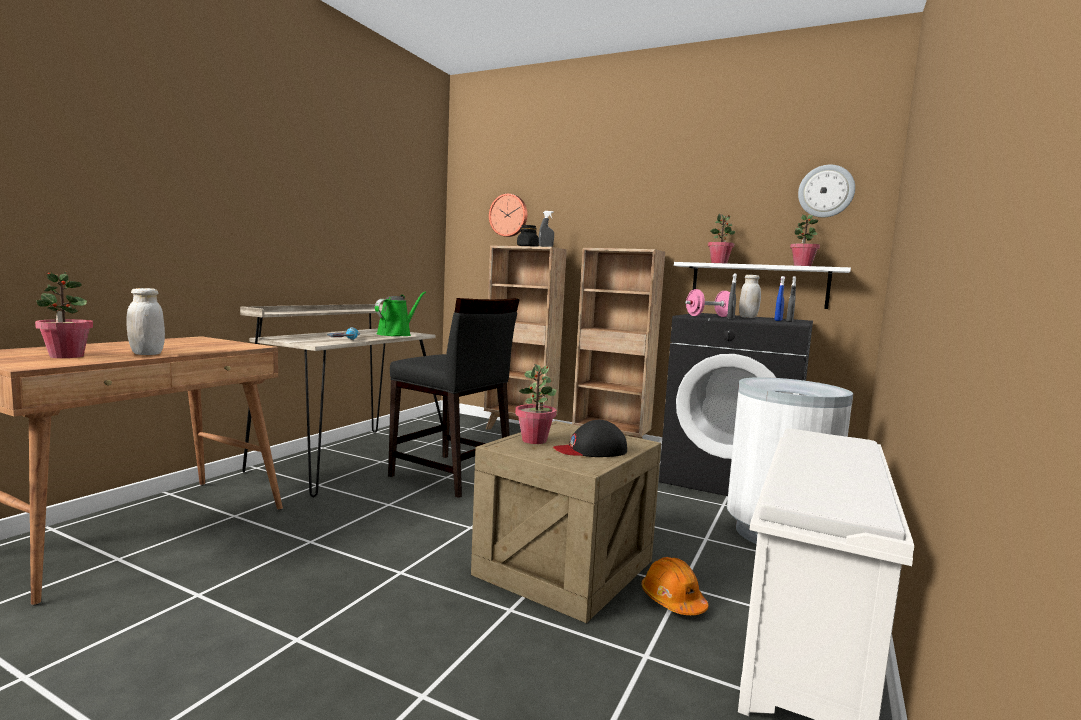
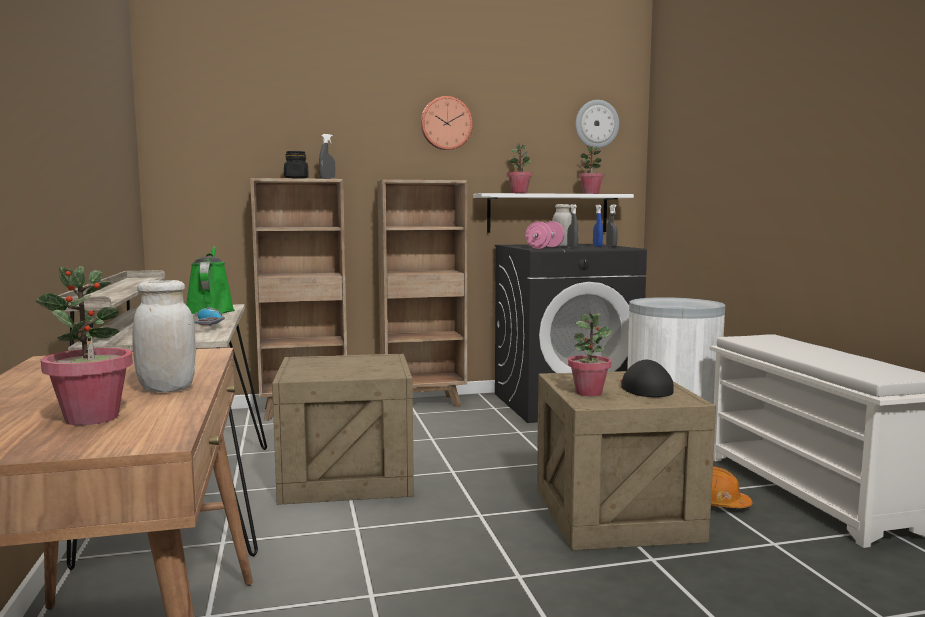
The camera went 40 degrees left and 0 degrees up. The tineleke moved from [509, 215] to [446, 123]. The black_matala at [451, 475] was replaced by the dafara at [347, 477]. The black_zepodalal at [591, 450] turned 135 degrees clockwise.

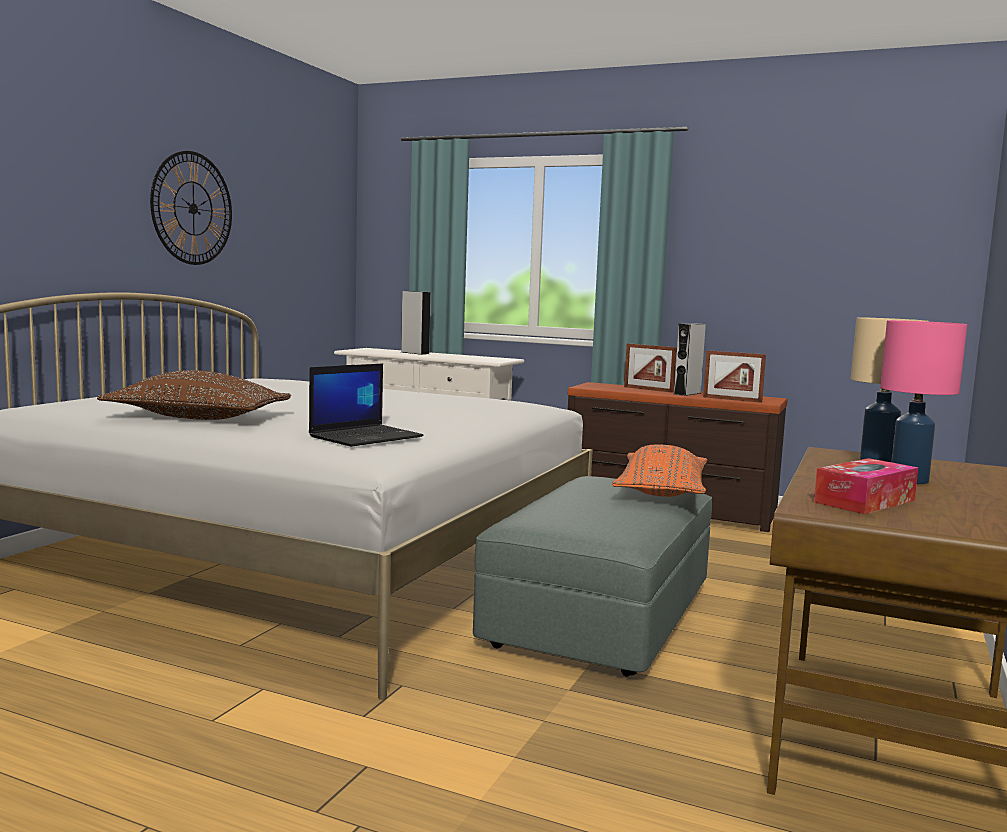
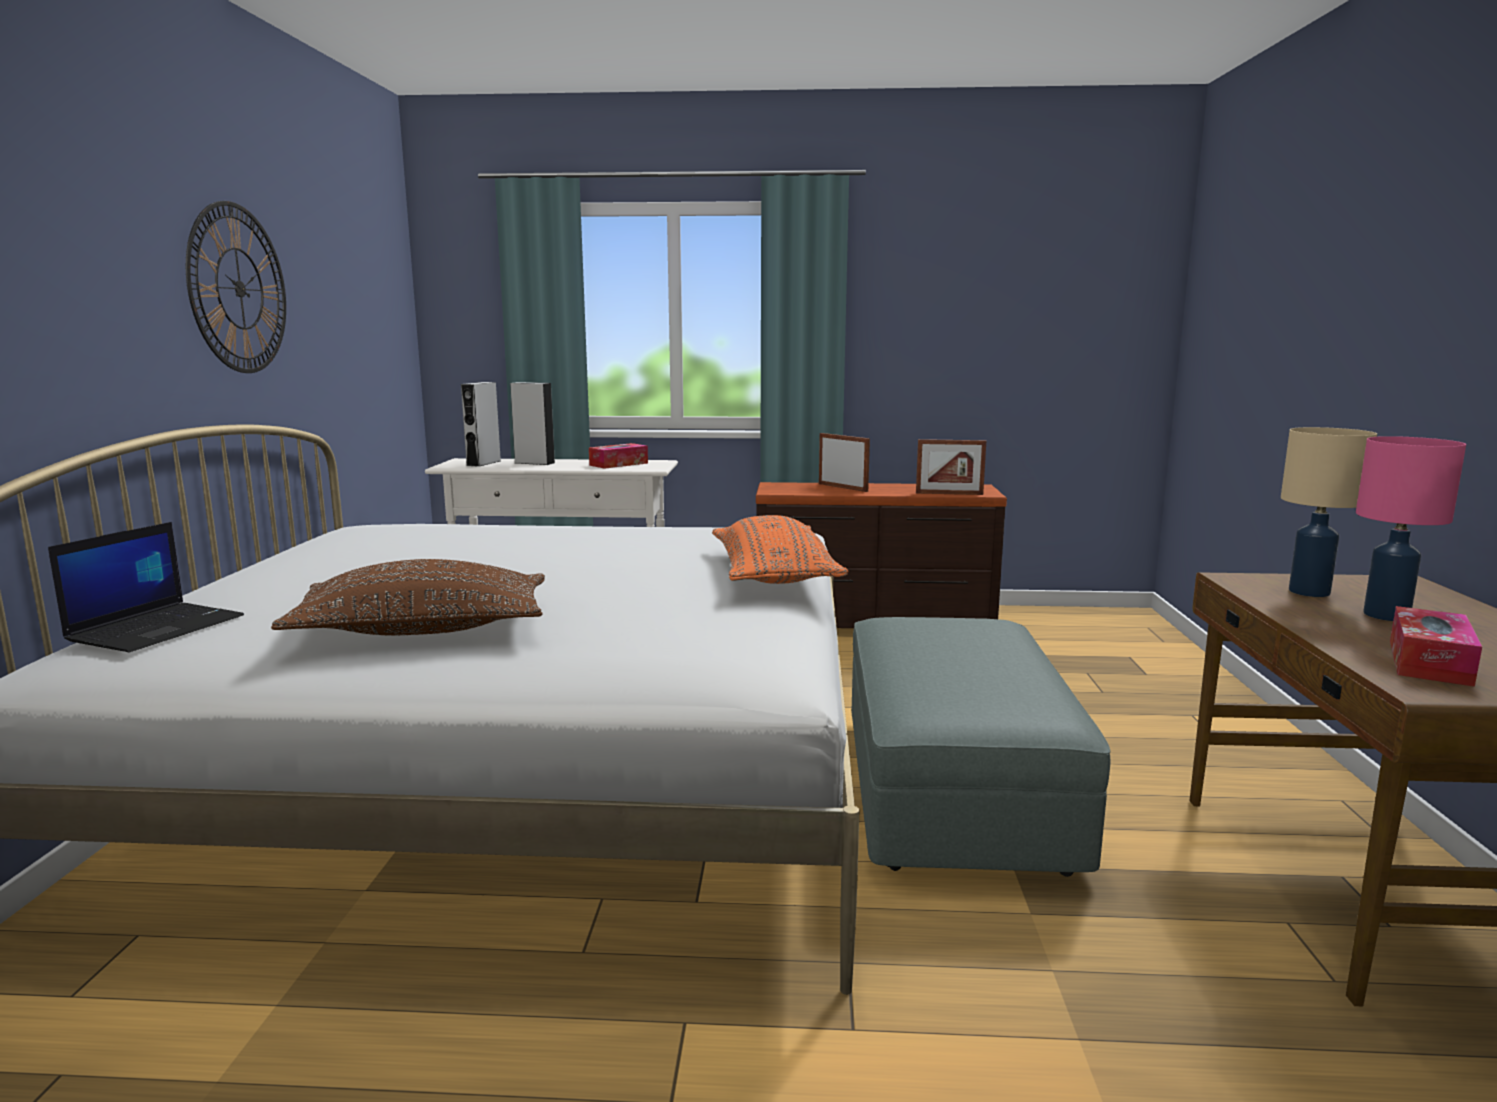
The camera went 20 degrees left and 5 degrees up. The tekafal at [618, 464] appeared. The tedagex moved from [366, 436] to [157, 628]. The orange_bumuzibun moved from [661, 491] to [773, 575]. The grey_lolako moved from [687, 393] to [483, 463]. The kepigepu at [648, 389] turned 150 degrees counterclockwise.

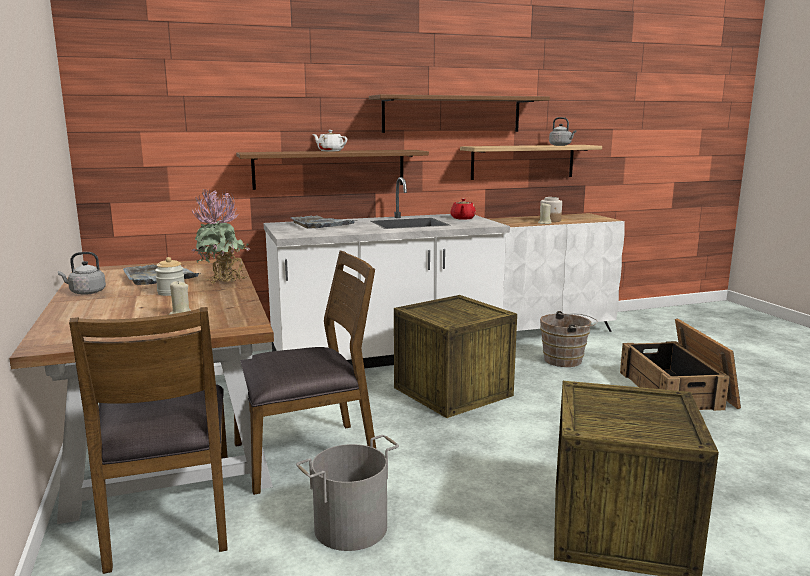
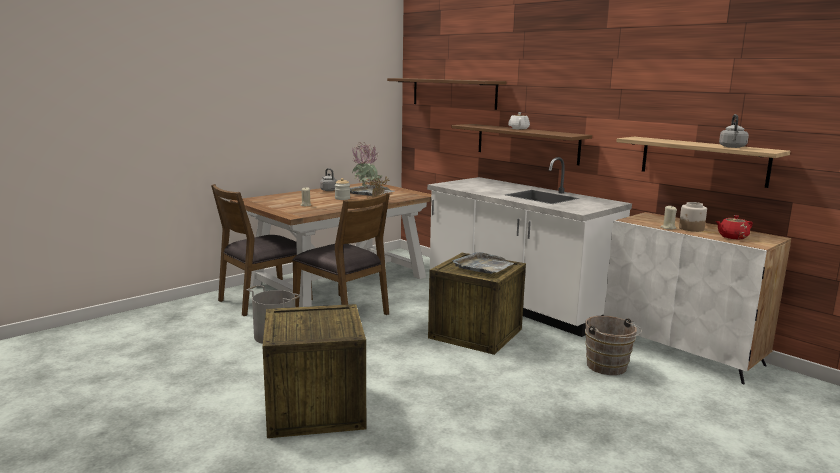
The camera went 65 degrees right and 0 degrees up. The dafara at [677, 389] disappeared. The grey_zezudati moved from [321, 224] to [483, 266]. The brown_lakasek moved from [452, 114] to [453, 93]. The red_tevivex moved from [462, 218] to [732, 237].

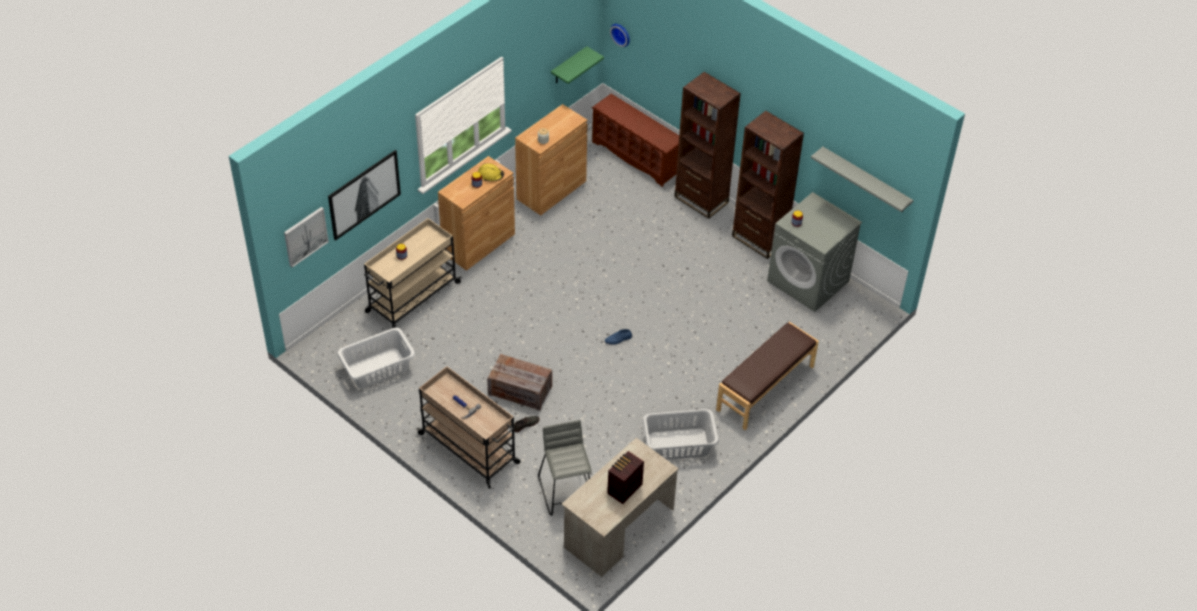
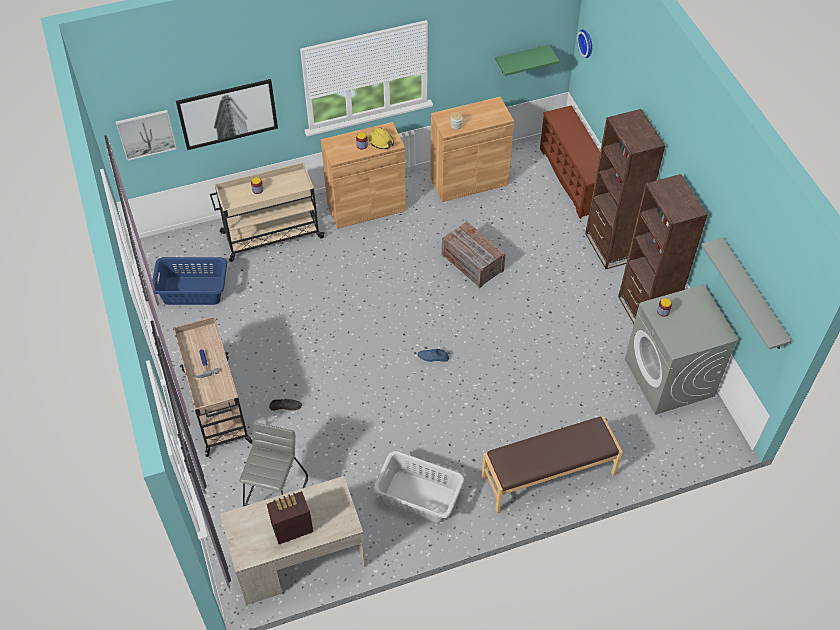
The camera went 30 degrees right and 5 degrees up. The dafara moved from [520, 390] to [472, 263]. The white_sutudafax at [377, 368] became the blue_sutudafax at [193, 290].

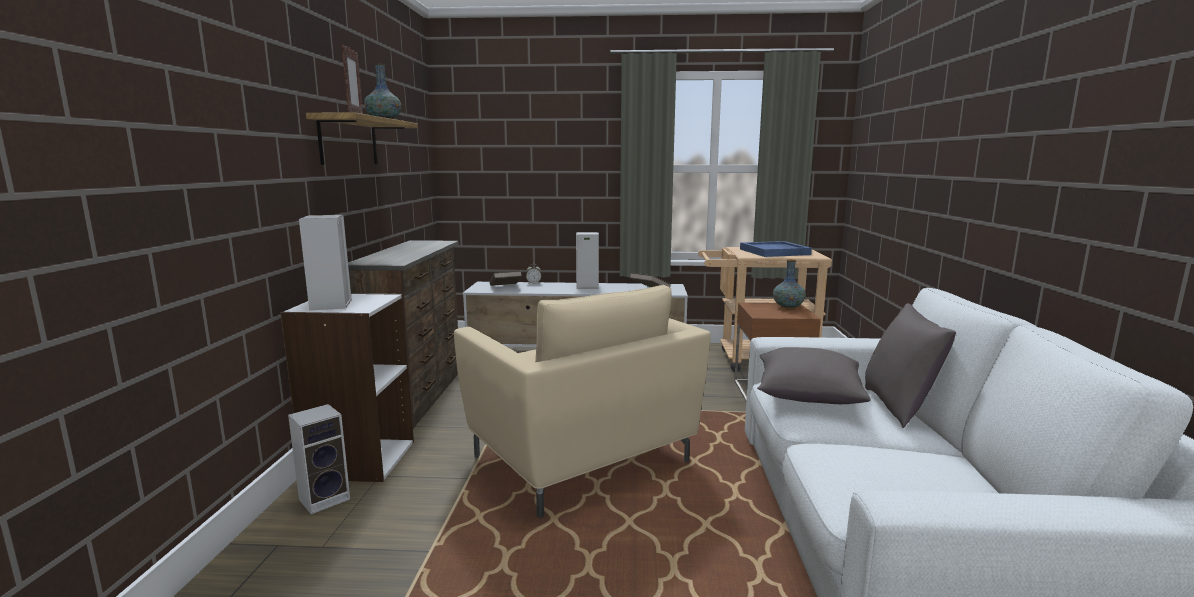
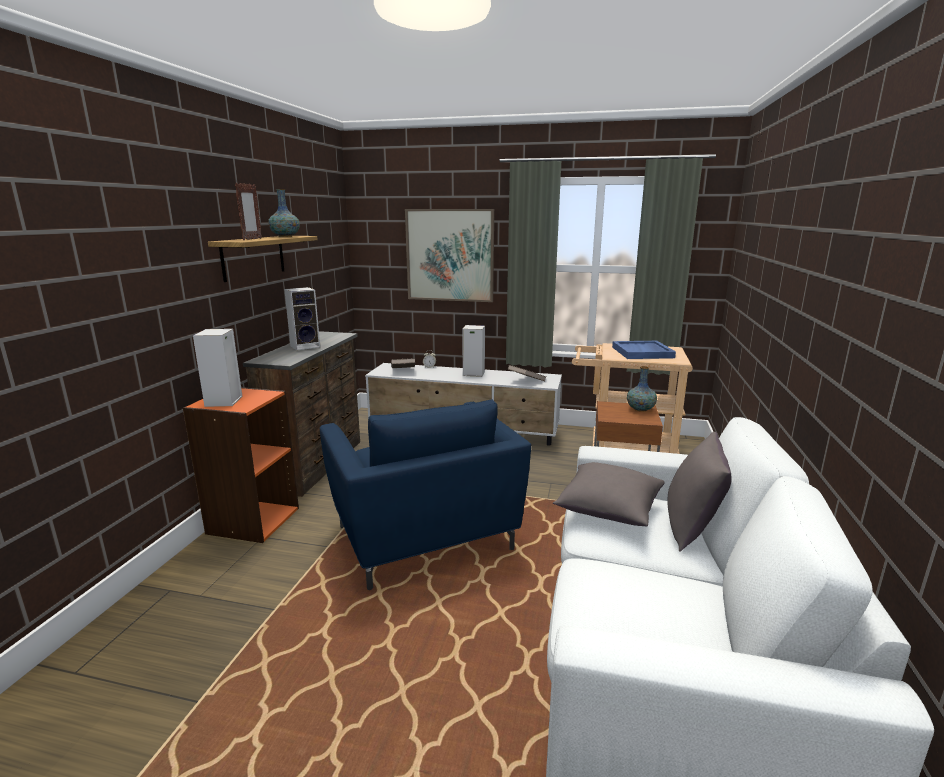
The camera went 10 degrees right and 5 degrees up. The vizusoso at [450, 255] appeared. The lolako moved from [326, 498] to [306, 346]. The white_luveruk at [359, 459] became the orange_luveruk at [253, 520]. The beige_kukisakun at [582, 461] became the blue_kukisakun at [424, 540].

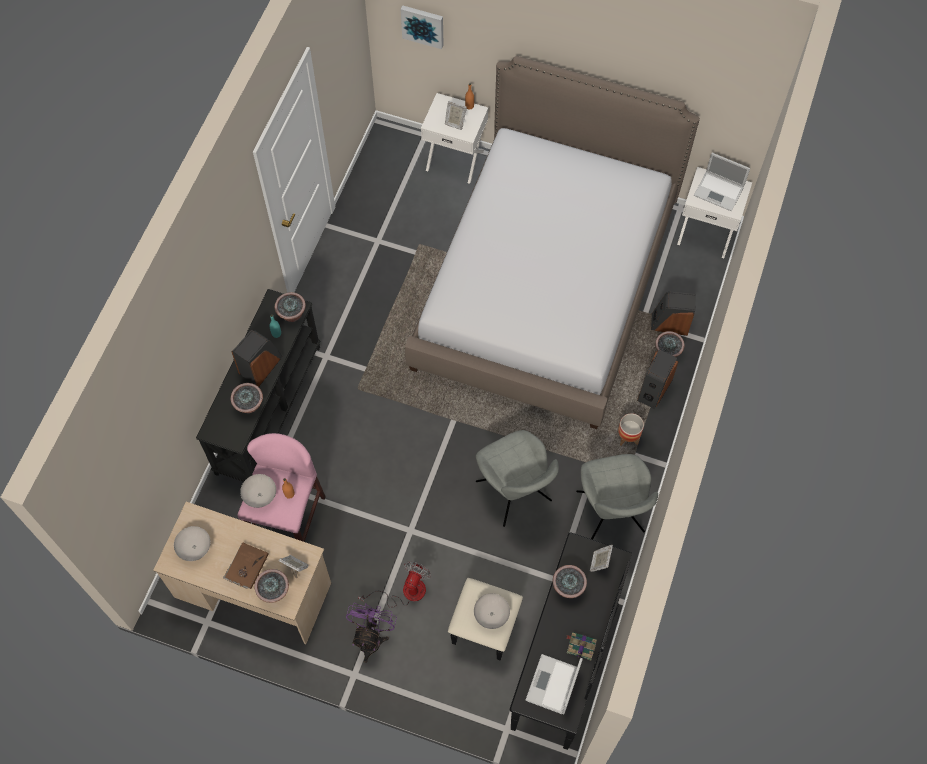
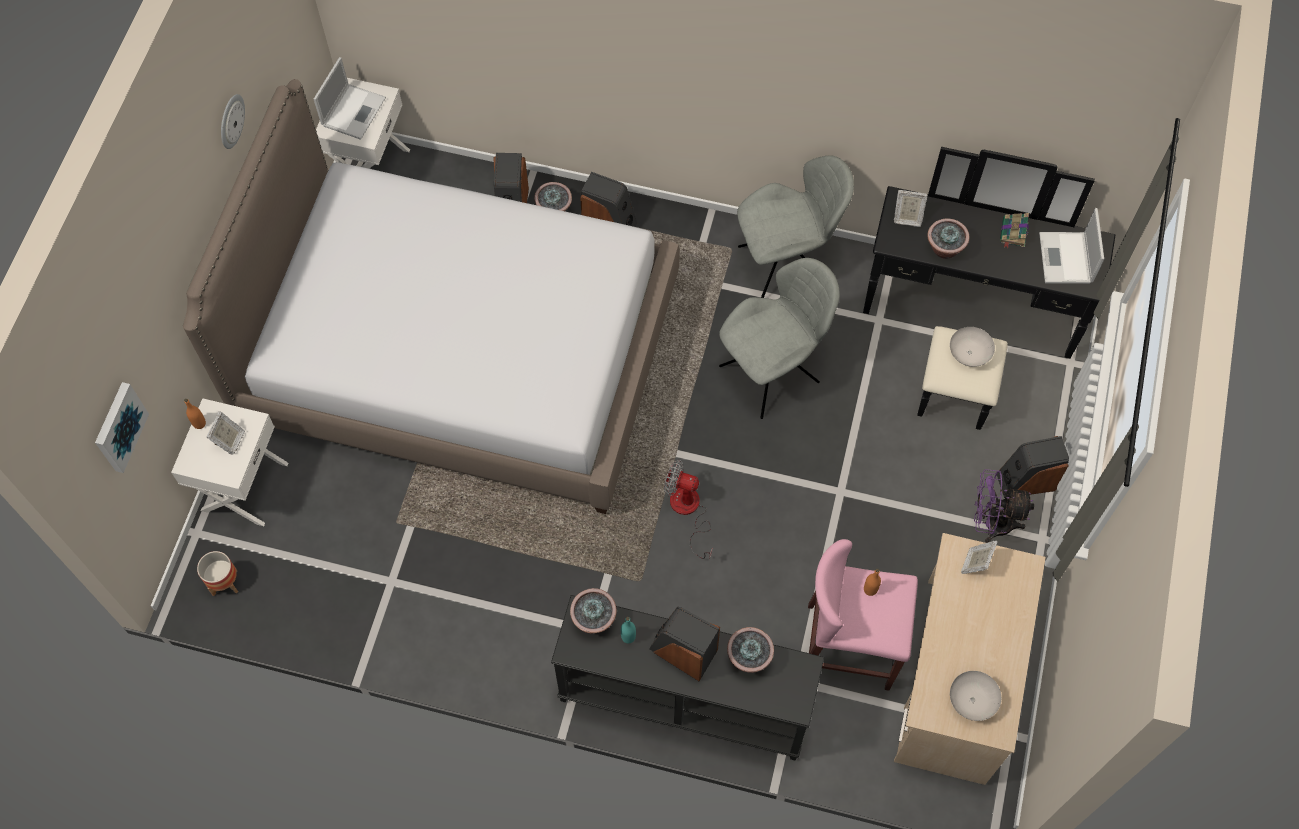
The camera went 95 degrees left and 0 degrees up. The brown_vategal at [246, 566] disappeared. The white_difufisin at [260, 495] disappeared. The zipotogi at [274, 591] disappeared. The tineleke at [230, 121] appeared. The lolako at [1026, 480] appeared. The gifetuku moved from [405, 592] to [688, 511]. The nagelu moved from [628, 437] to [224, 583]. The tedagex at [552, 685] turned 75 degrees clockwise.

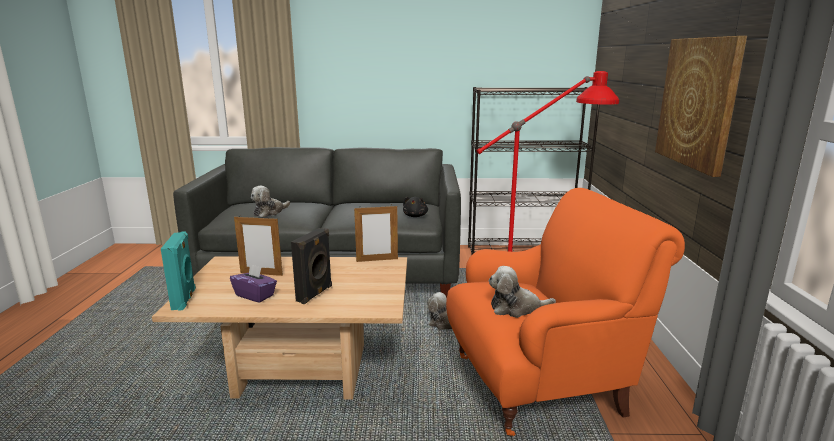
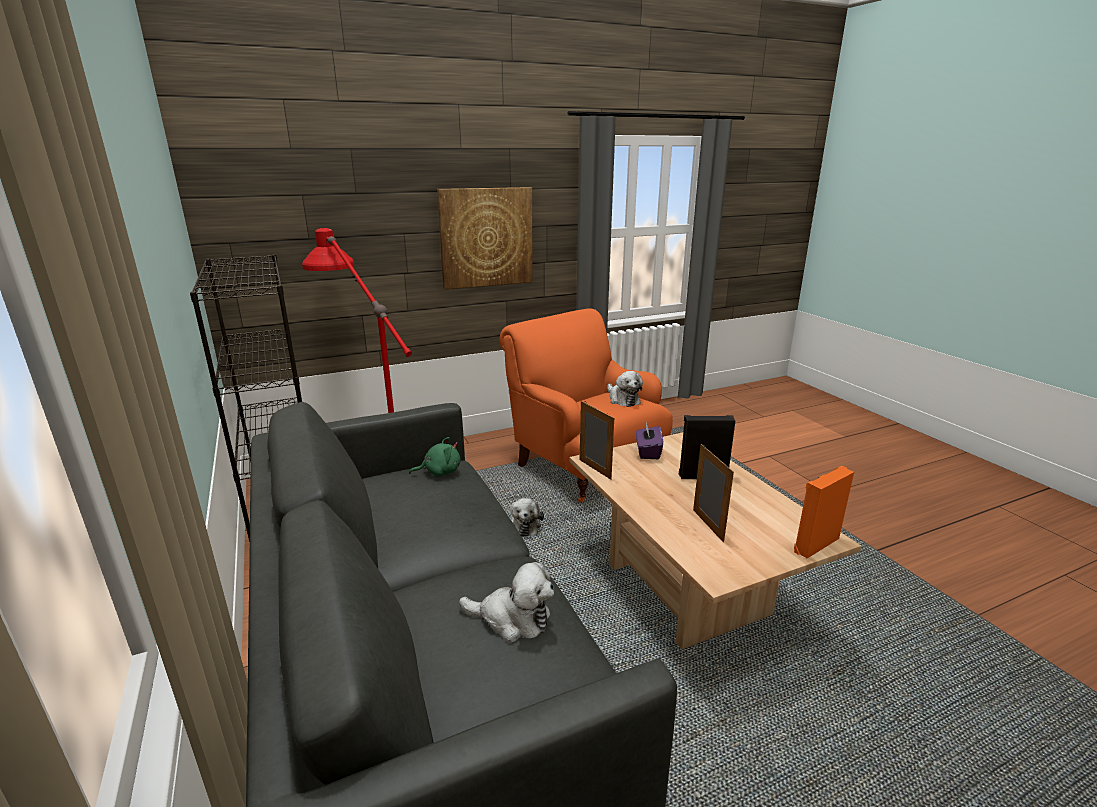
The camera went 115 degrees left and 5 degrees up. The purple_tekafal moved from [255, 295] to [648, 452]. The turquoise_lolako at [185, 299] became the orange_lolako at [815, 544]. The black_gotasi at [415, 216] became the green_gotasi at [440, 472].

